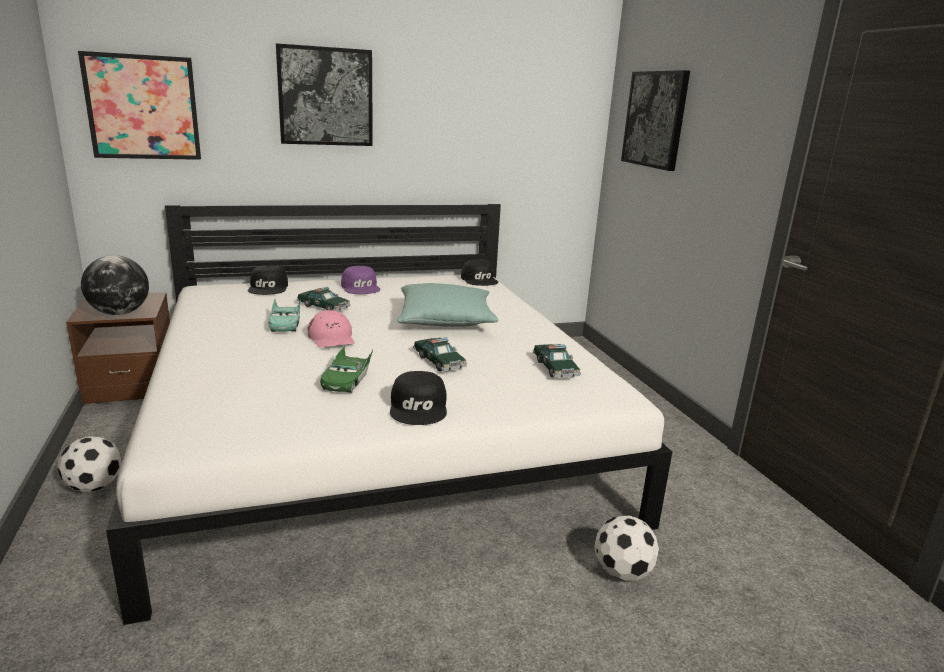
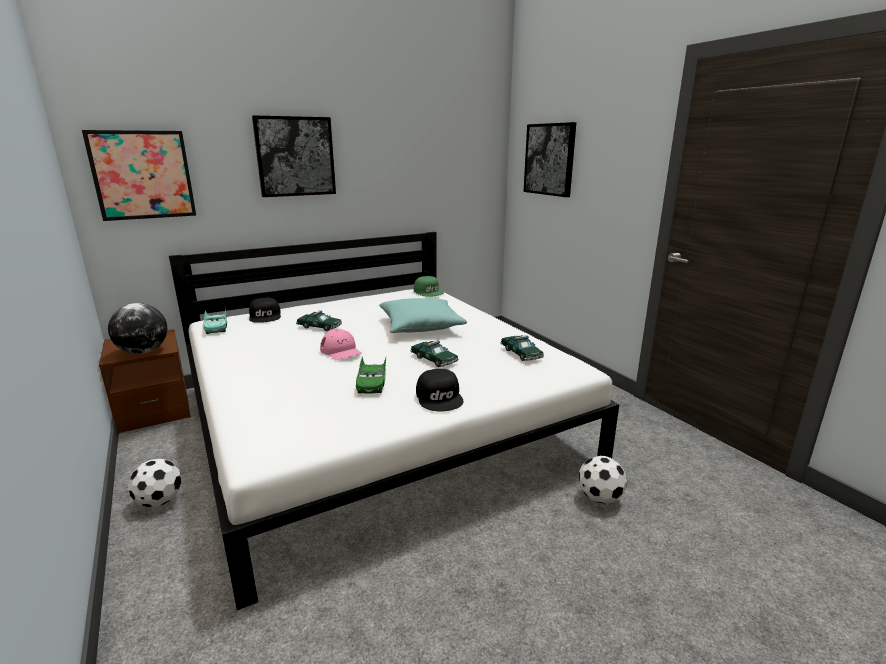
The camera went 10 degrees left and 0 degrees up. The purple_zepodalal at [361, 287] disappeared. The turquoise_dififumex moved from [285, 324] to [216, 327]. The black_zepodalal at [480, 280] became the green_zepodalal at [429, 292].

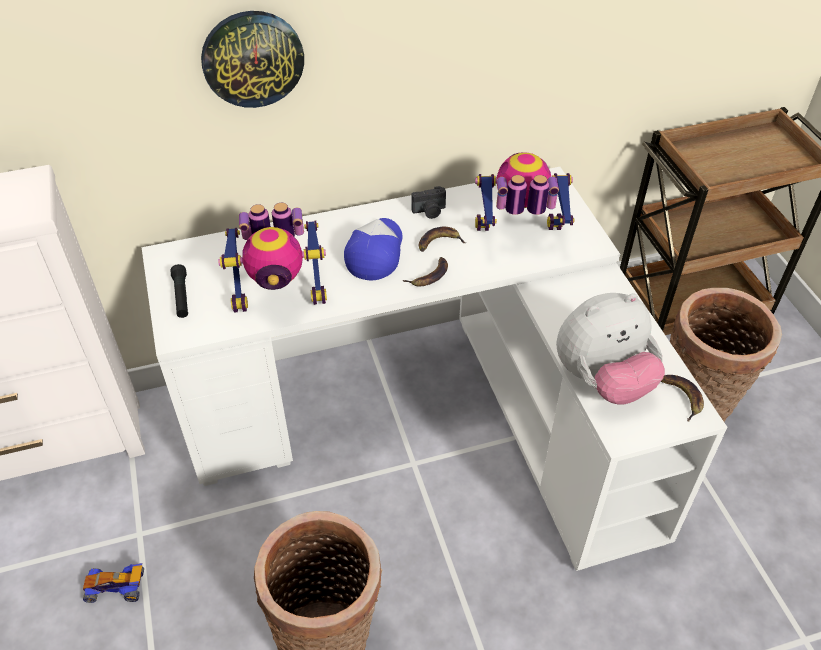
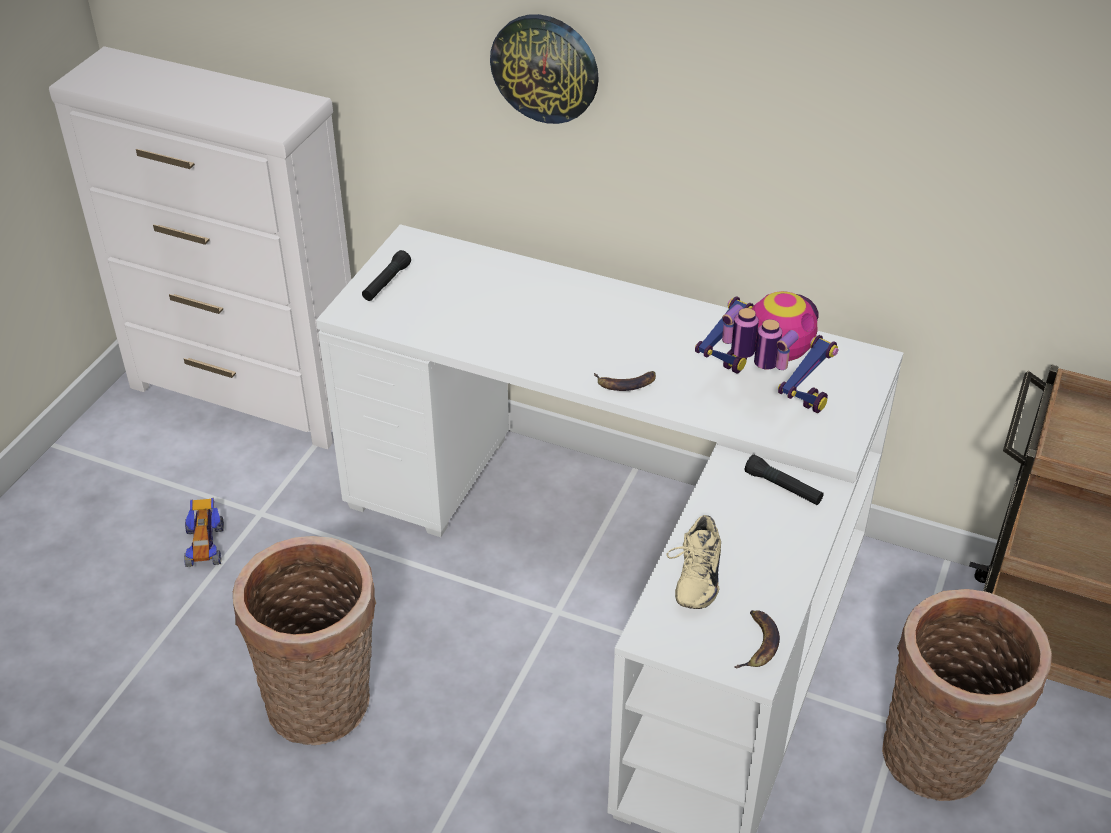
The camera went 40 degrees right and 5 degrees down. The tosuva at [280, 295] disappeared. The zepodalal at [375, 252] disappeared. The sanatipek at [429, 212] disappeared. The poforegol at [439, 242] disappeared. The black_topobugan at [783, 487] appeared. The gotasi at [602, 380] was replaced by the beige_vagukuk at [693, 578]. The dififumex at [118, 587] turned 135 degrees counterclockwise.

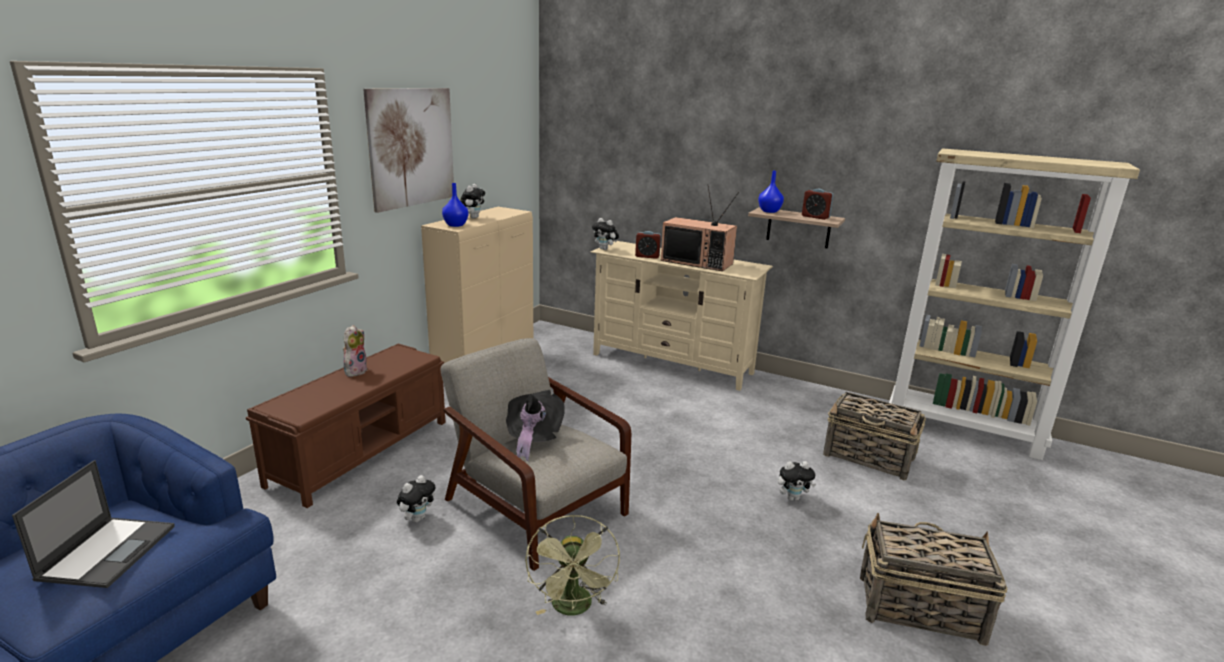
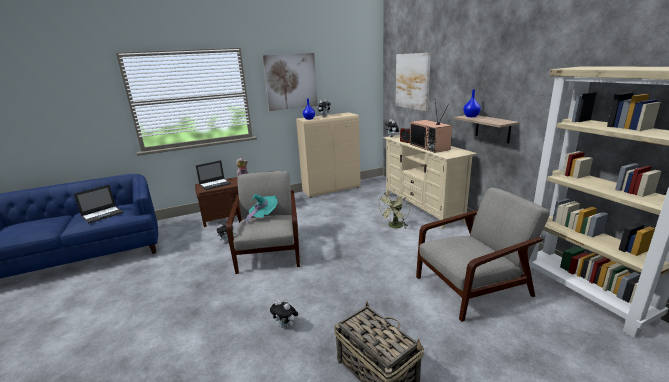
The camera went 40 degrees right and 0 degrees up. The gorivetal at [815, 217] disappeared. The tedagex at [215, 184] appeared. The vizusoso at [412, 81] appeared. The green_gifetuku moved from [574, 608] to [394, 227]. The gotasi moved from [793, 498] to [286, 326]. The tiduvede at [869, 457] was replaced by the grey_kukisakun at [474, 286]. The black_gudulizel at [533, 439] became the turquoise_gudulizel at [263, 217].

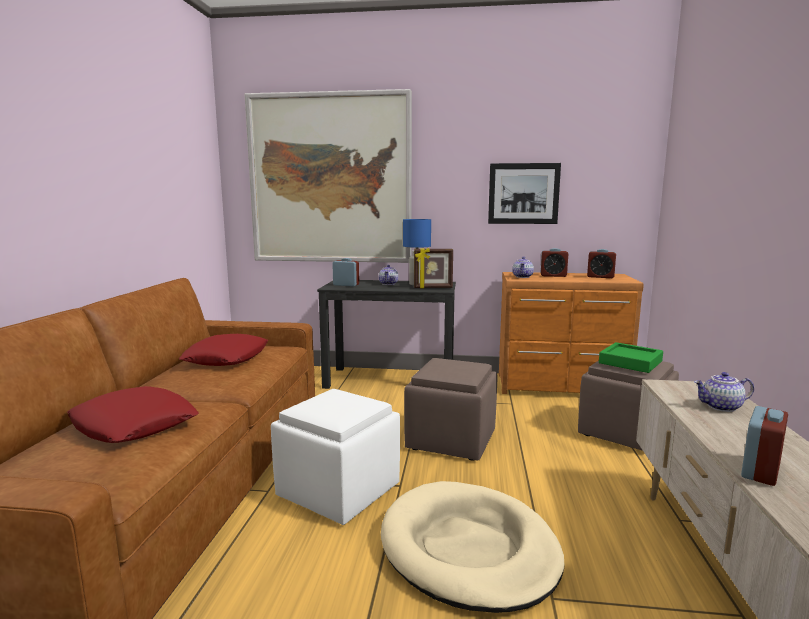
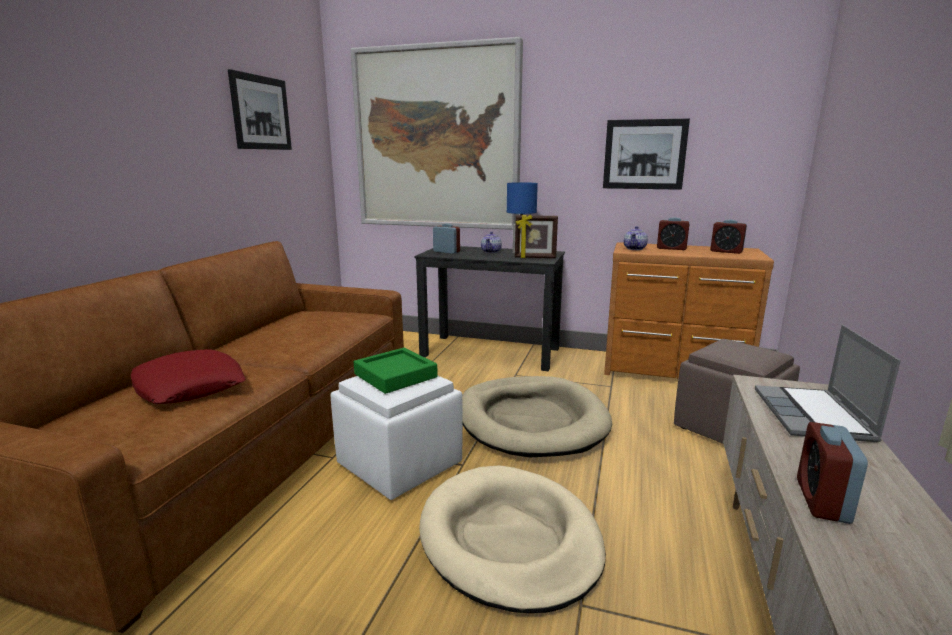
The camera went 10 degrees right and 5 degrees up. The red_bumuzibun at [226, 358] disappeared. The vizusoso at [261, 113] appeared. The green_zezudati moved from [630, 362] to [395, 376]. The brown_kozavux at [450, 440] was replaced by the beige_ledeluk at [531, 420]. The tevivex at [721, 407] was replaced by the tedagex at [814, 416]. The gorivetal at [760, 471] turned 150 degrees clockwise.

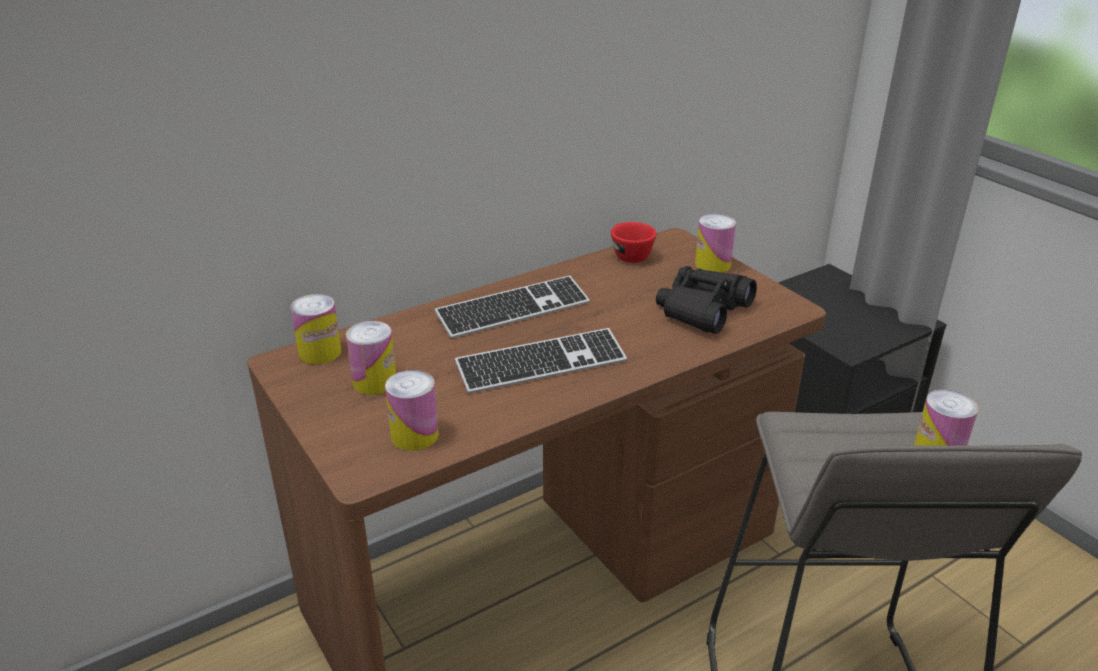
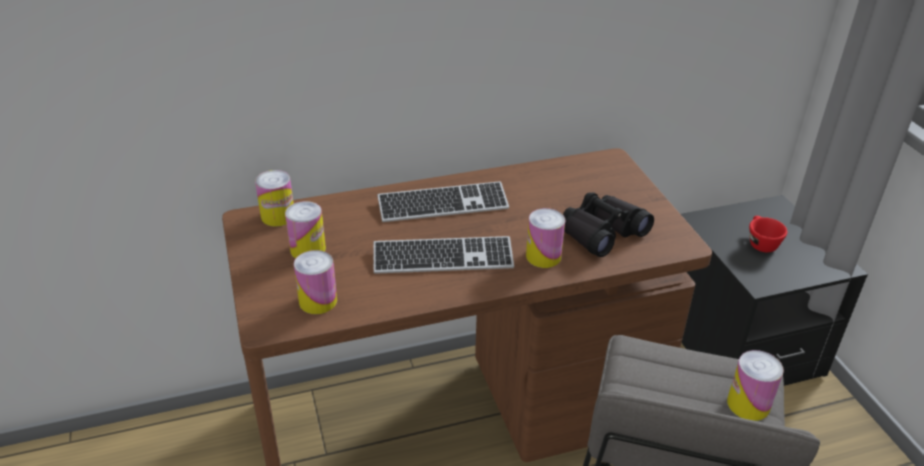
The camera went 15 degrees right and 5 degrees up. The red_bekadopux moved from [628, 254] to [760, 242]. The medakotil moved from [712, 264] to [543, 256].

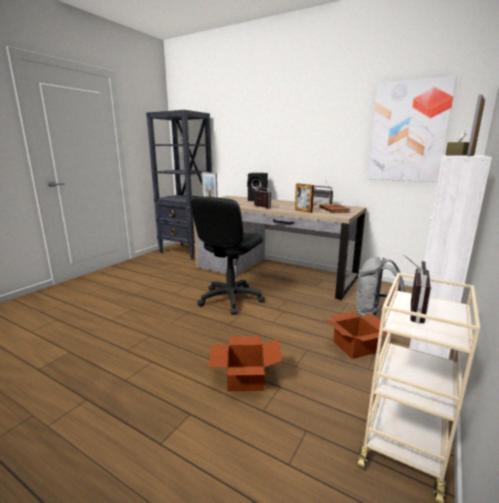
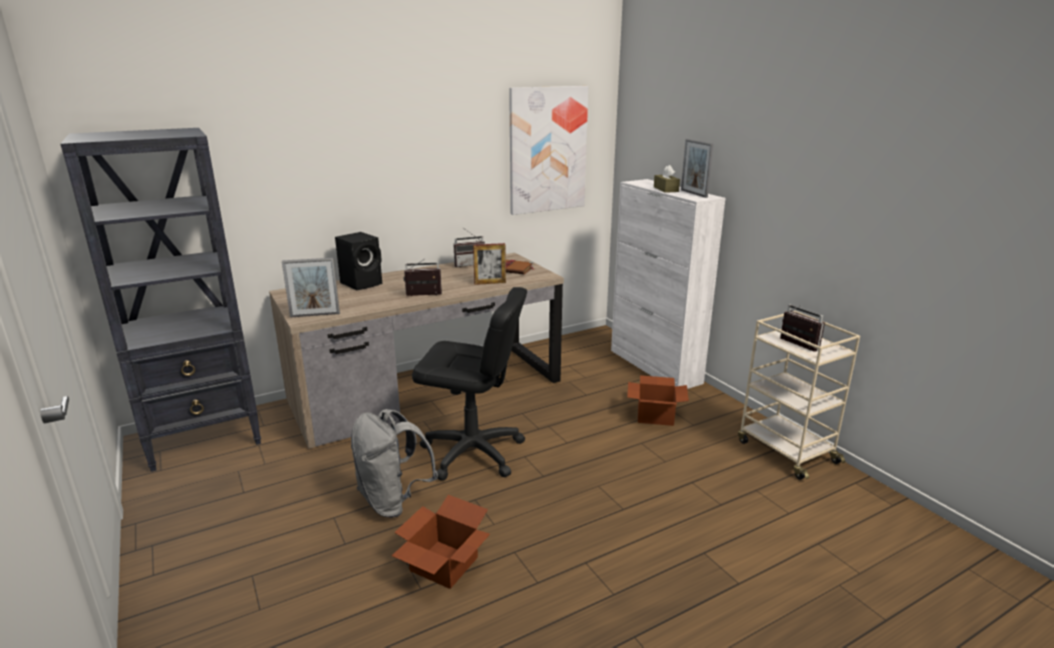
The camera went 60 degrees left and 5 degrees up. The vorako moved from [244, 378] to [442, 565]. The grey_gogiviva moved from [374, 315] to [393, 501]. The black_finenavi at [230, 299] turned 45 degrees counterclockwise.

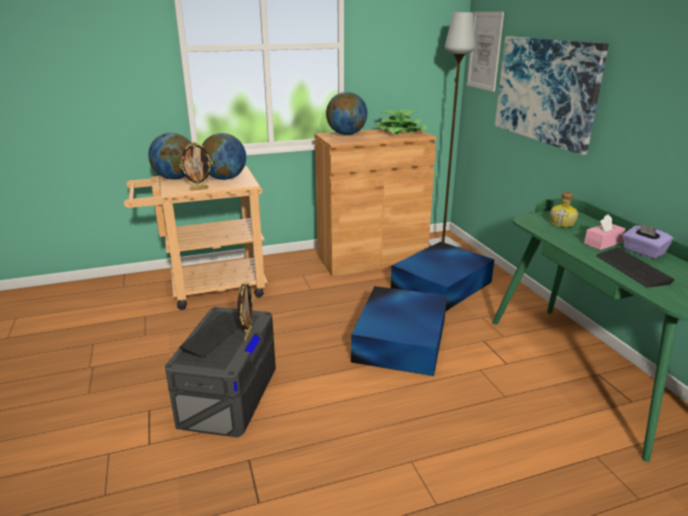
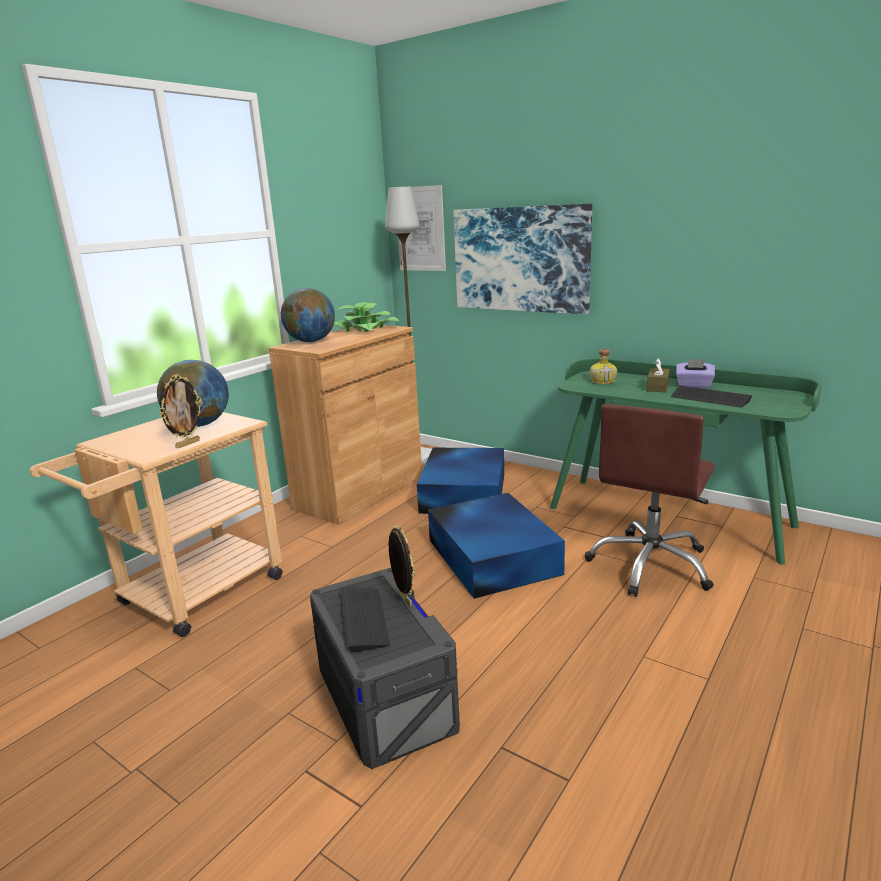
The camera went 35 degrees left and 5 degrees down. The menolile at [175, 178] disappeared. The brown_finenavi at [651, 565] appeared. The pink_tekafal at [603, 243] became the brown_tekafal at [657, 387].

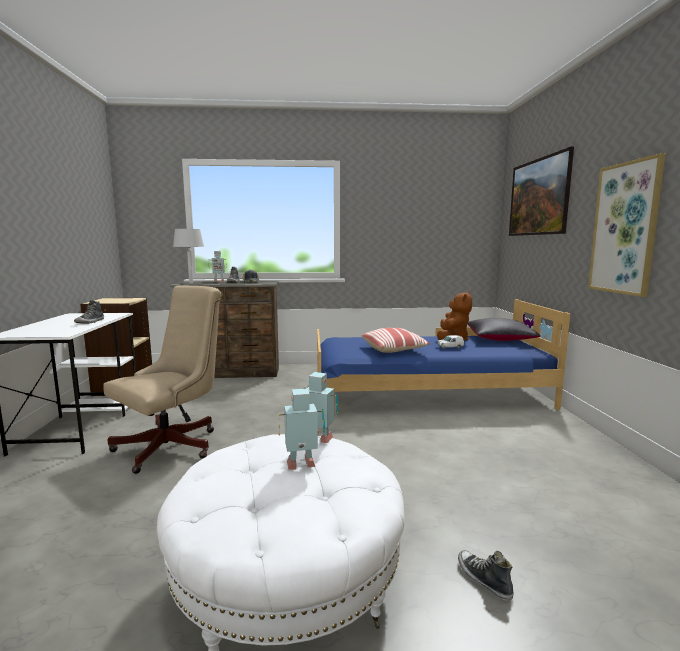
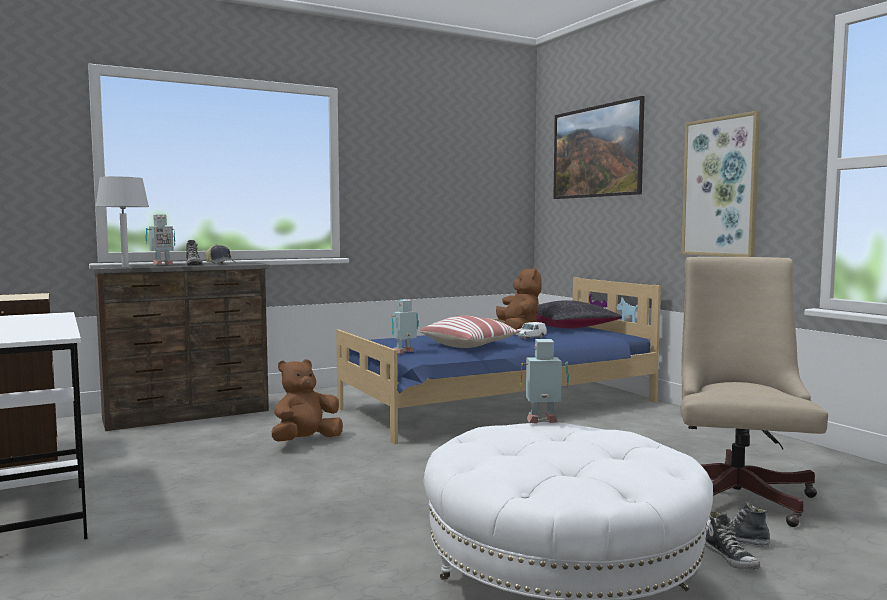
The camera went 25 degrees left and 5 degrees down. The brown_gotasi at [305, 441] appeared. The vagukuk moved from [90, 322] to [731, 559]. The beige_finenavi moved from [174, 445] to [737, 493]. The tosuva moved from [302, 465] to [405, 352].

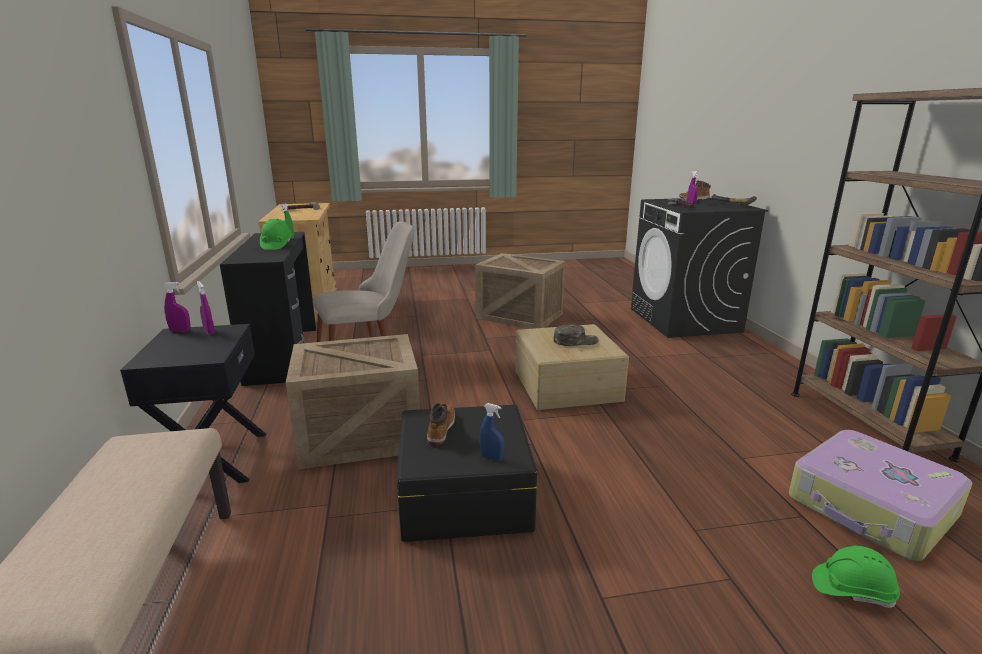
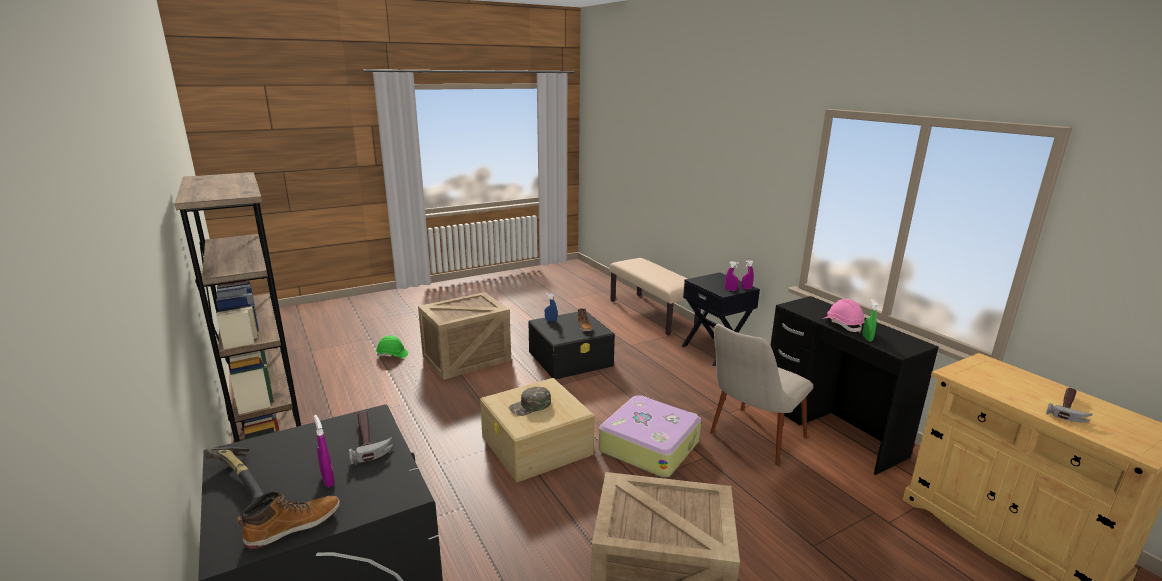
The camera went 160 degrees right and 0 degrees up. The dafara moved from [358, 436] to [467, 358]. The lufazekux moved from [871, 508] to [649, 445]. The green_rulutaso at [276, 245] became the pink_rulutaso at [842, 324].

